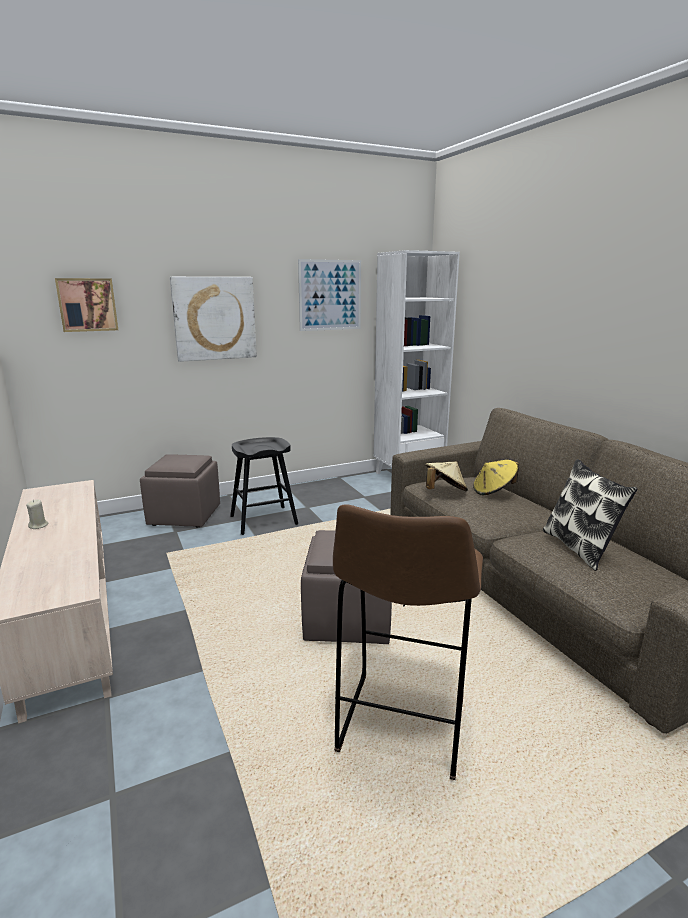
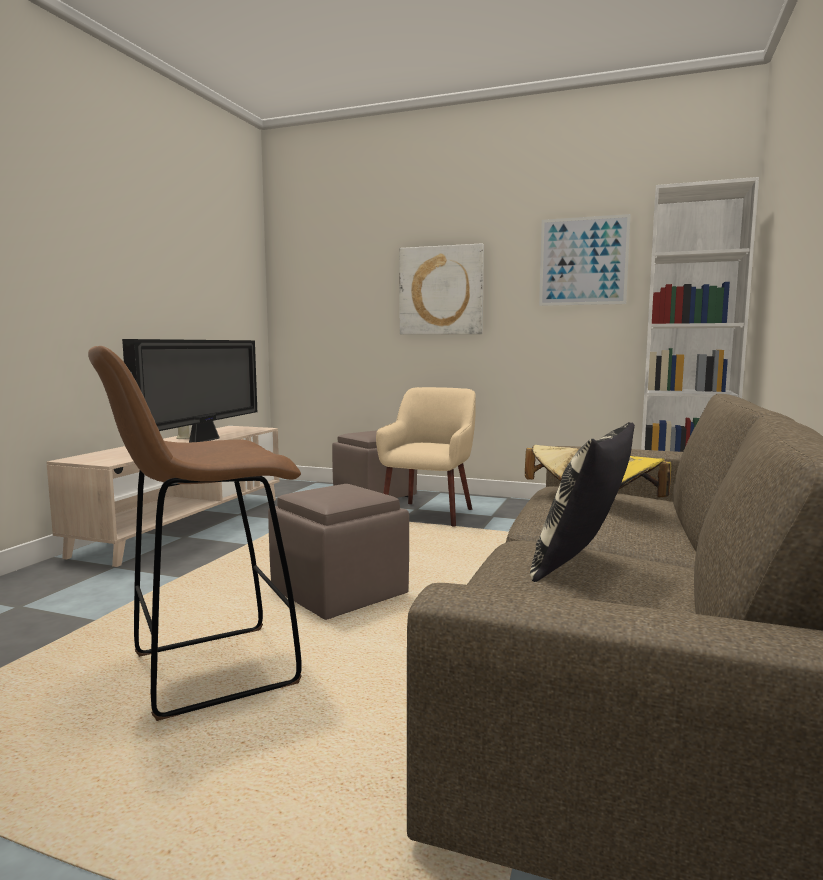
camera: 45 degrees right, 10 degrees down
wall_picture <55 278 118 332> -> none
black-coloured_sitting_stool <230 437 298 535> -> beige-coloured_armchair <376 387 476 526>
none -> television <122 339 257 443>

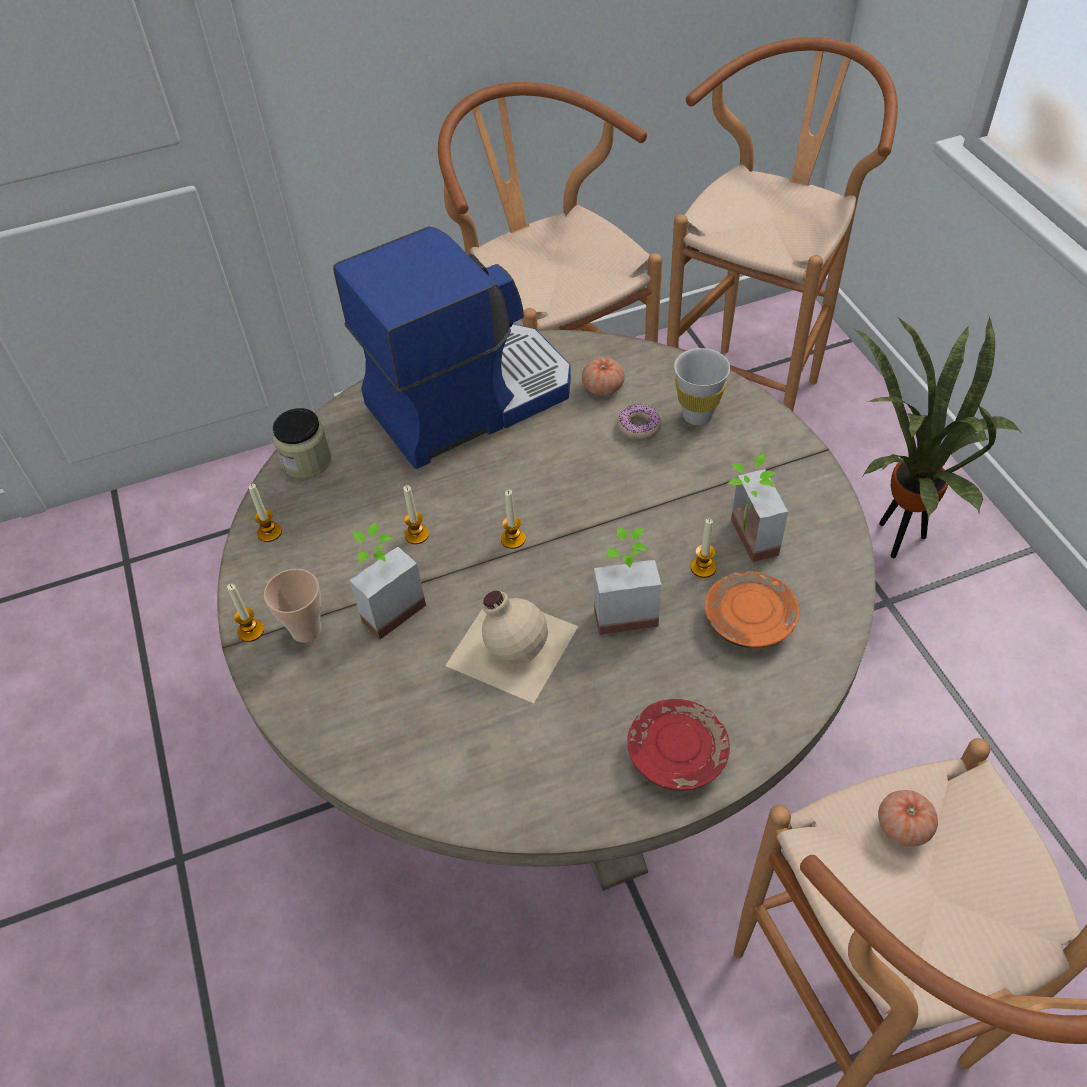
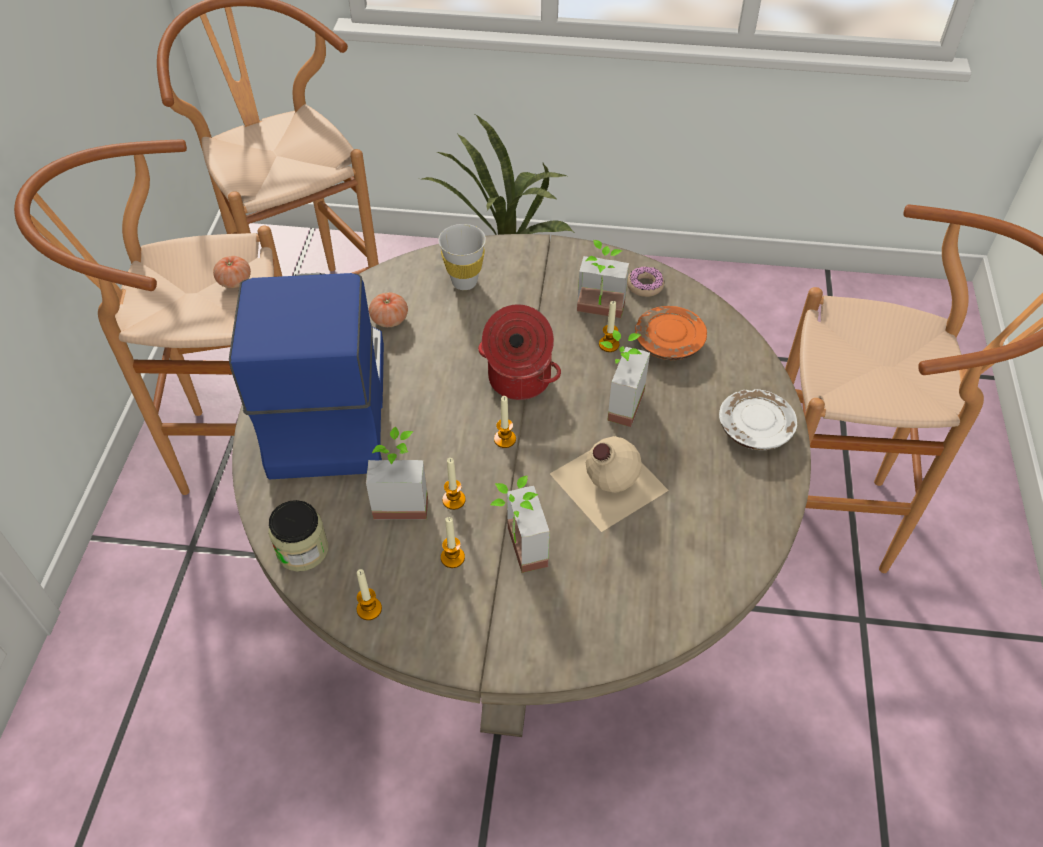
camera: 65 degrees left, 0 degrees up
ring_doughnut <617 404 662 440> -> ring_doughnut <627 267 664 297>, shifted
cup <264 569 322 643> -> none
wax_candle <227 584 264 642> -> wax_candle <441 517 465 568>, shifted
red-coloured_plate <627 699 730 791> -> white-coloured_plate <719 389 797 450>
tomato <878 790 938 847> -> tomato <213 256 251 288>, shifted
none -> cooking_pot <478 304 561 400>
none -> potted_plant <366 427 428 519>

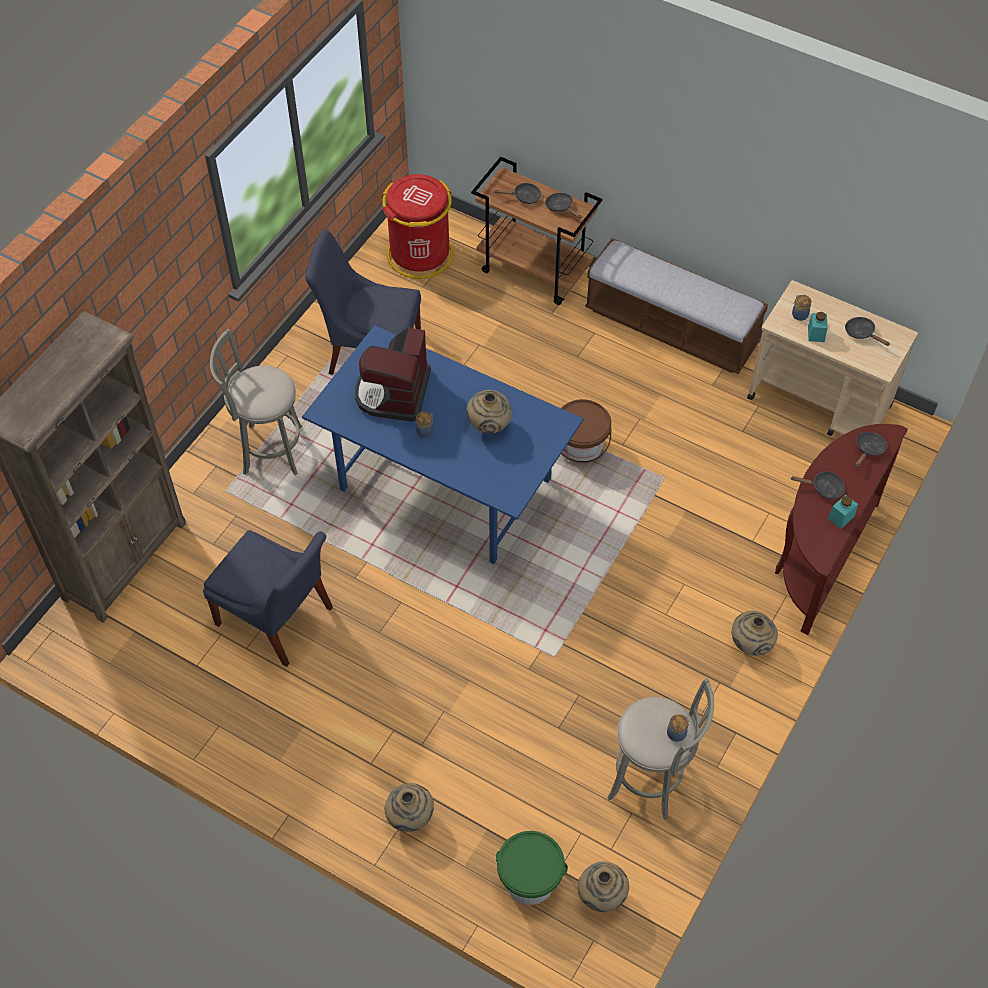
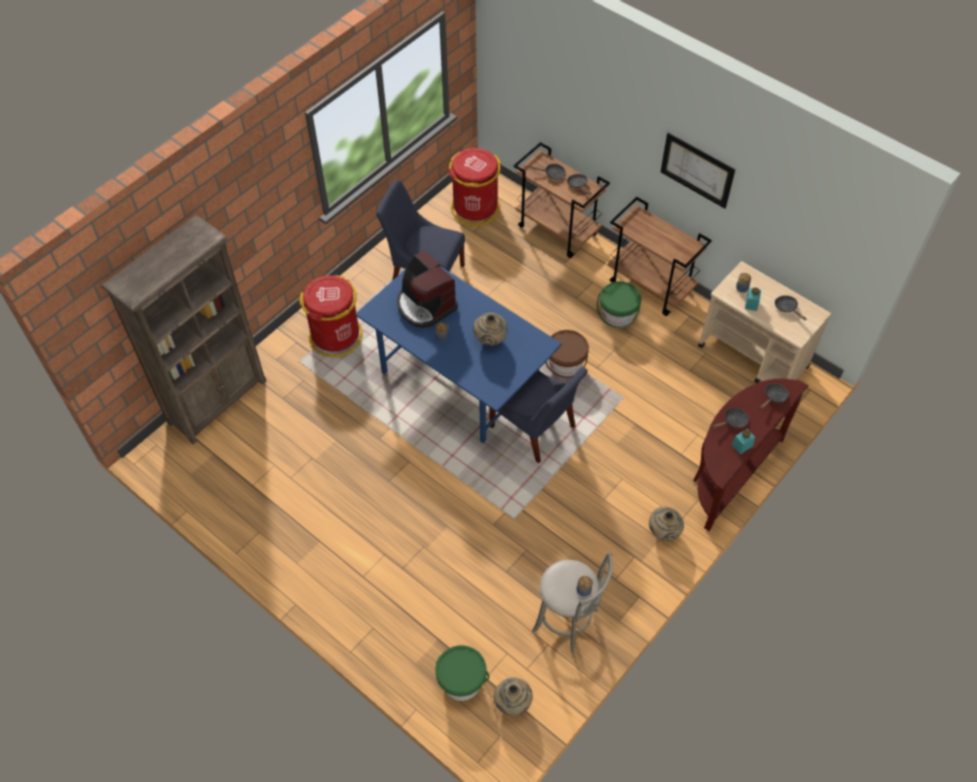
camera: 10 degrees right, 0 degrees up
long_seat <585 238 768 374> -> brown-coloured_cart <608 197 712 316>
coffee_machine <355 327 431 422> -> coffee_machine <397 250 458 328>, 60 degrees counterclockwise
grey_sitting_stool <210 328 302 475> -> red-coloured_rubbish_bin <299 275 363 357>
black-coloured_frying_pan <791 471 845 499> -> black-coloured_frying_pan <713 408 749 428>, 45 degrees counterclockwise
blue_upright_chair <203 530 333 667> -> blue_upright_chair <489 367 588 463>, shifted
beige-coloured_vase <385 783 434 832> -> none
none -> wall_picture <661 133 735 209>
none -> green-coloured_bucket <597 281 641 328>

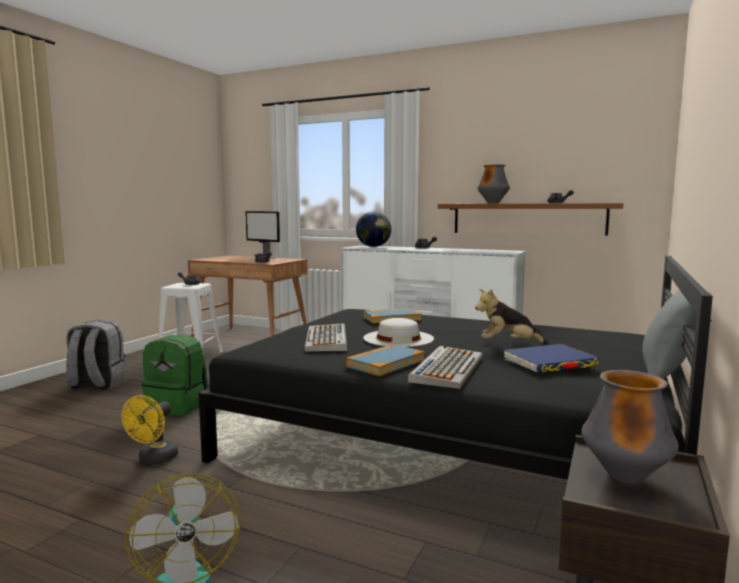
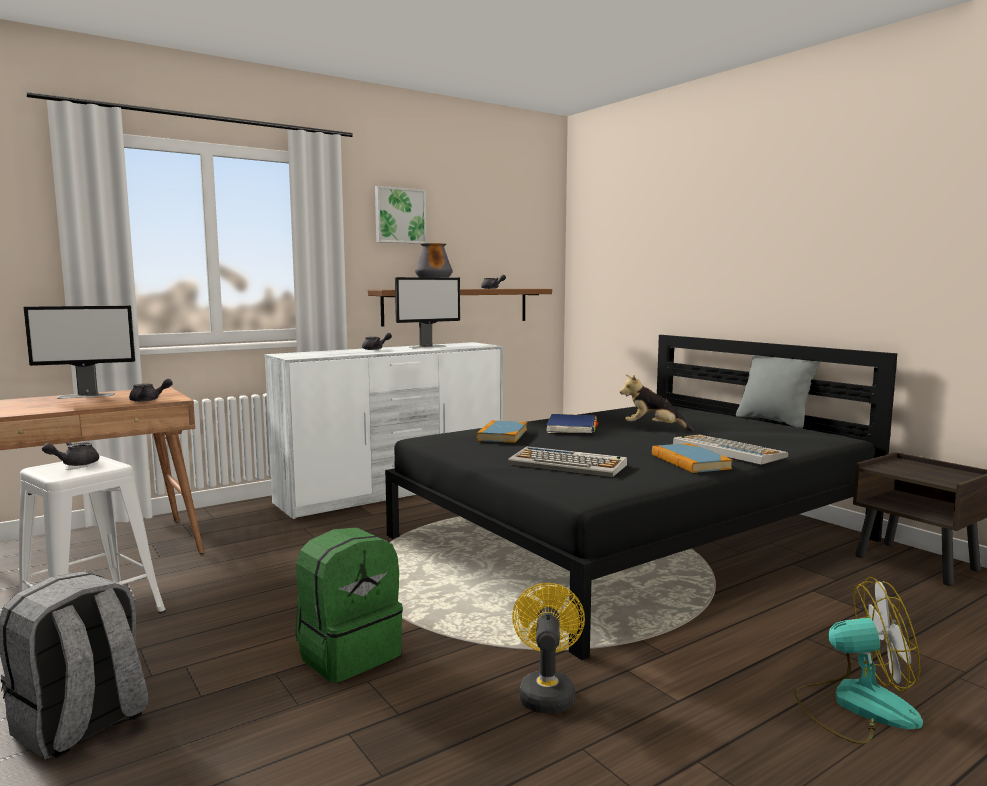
camera: 60 degrees left, 0 degrees up
world_globe <356 211 391 247> -> none
soft_toy <475 289 549 345> -> soft_toy <620 374 694 431>, 75 degrees clockwise
white-coloured_hat <363 318 434 347> -> none
blue_bound_book <504 344 600 373> -> blue_bound_book <546 414 598 433>, shifted
vase <581 370 679 484> -> none
yellow_cooling_fan <122 395 178 464> -> yellow_cooling_fan <512 583 585 713>, 135 degrees counterclockwise
none -> wall_picture <375 186 427 244>
none -> computer_display <395 277 460 349>

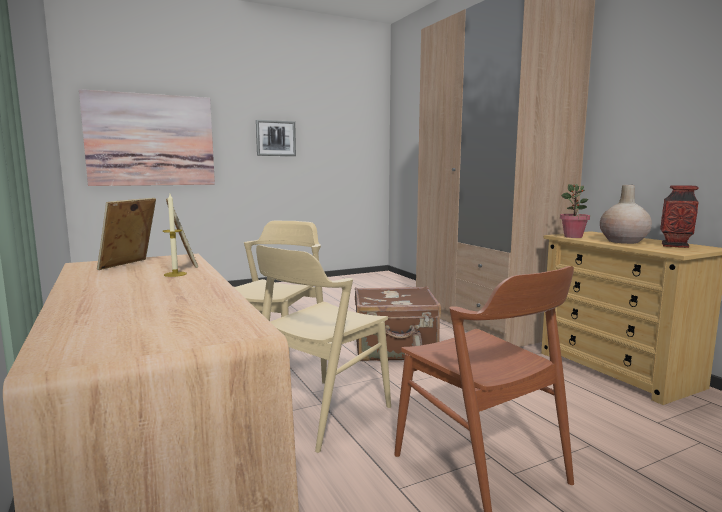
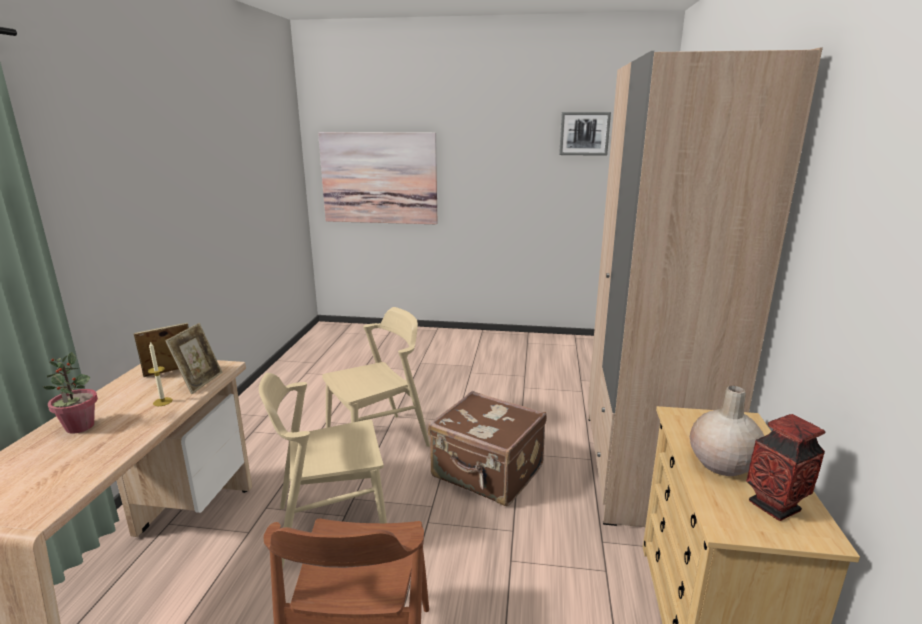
camera: 35 degrees right, 10 degrees up
wall_picture <256 120 296 156> -> wall_picture <559 112 611 156>, shifted
potted_plant <560 184 590 238> -> potted_plant <43 352 98 434>, shifted

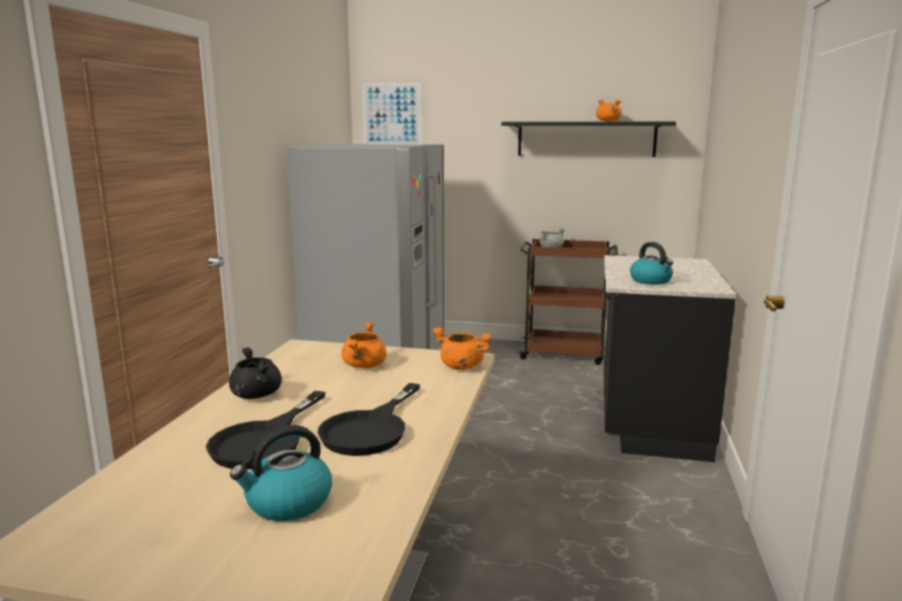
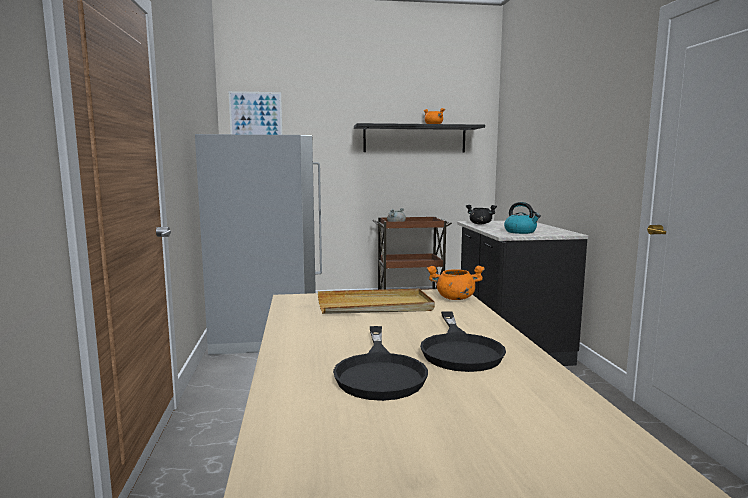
camera: 20 degrees left, 5 degrees down
orangey_cooking_pot <341 322 387 368> -> beige-coloured_tray <318 289 435 314>
black-coloured_cooking_pot <229 347 282 399> -> black-coloured_cooking_pot <466 205 497 224>, shifted
kettle <230 425 332 521> -> none

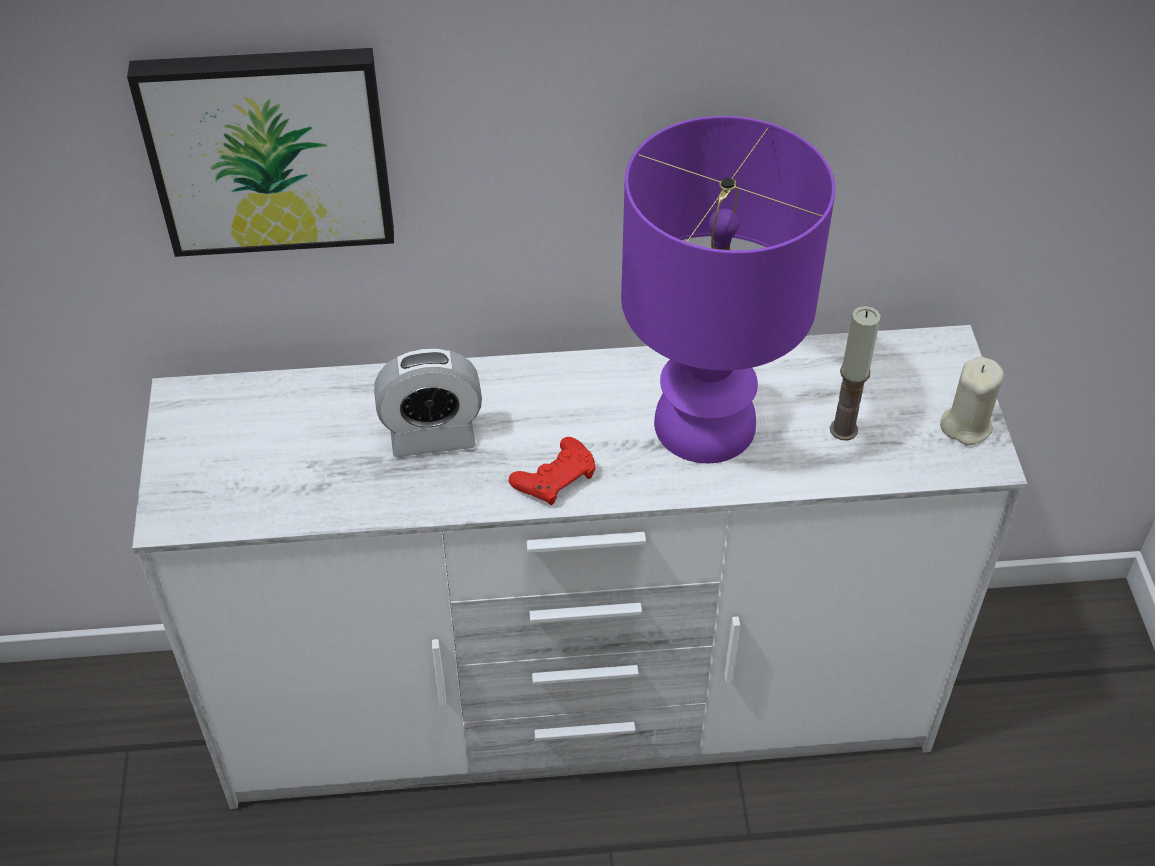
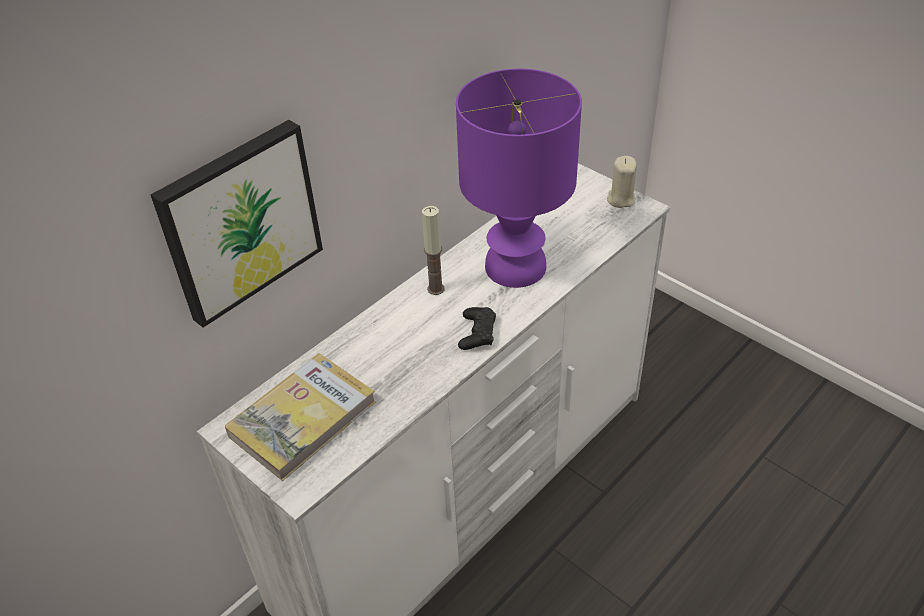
camera: 40 degrees left, 5 degrees down
wax_candle <830 306 880 441> -> wax_candle <422 206 444 295>, shifted
table_clock <374 348 482 457> -> none
red-coloured_joypad <509 437 596 506> -> black-coloured_joypad <458 307 496 350>
none -> bound_book <225 353 376 481>

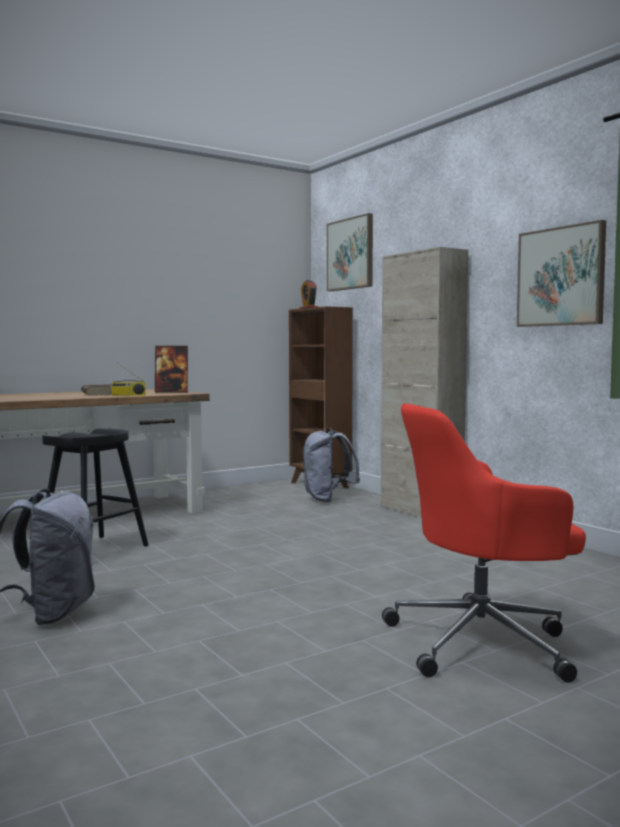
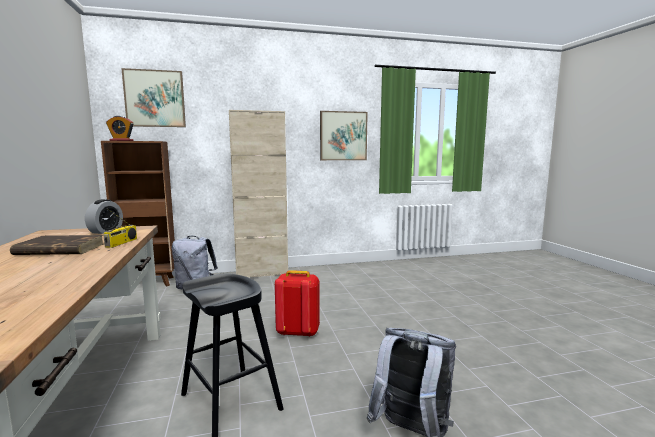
camera: 70 degrees left, 5 degrees up
photo_frame <155 346 188 392> -> table_clock <85 199 123 234>
red-coloured_desk_chair <382 403 586 683> -> none
none -> red-coloured_backpack <275 270 320 337>

